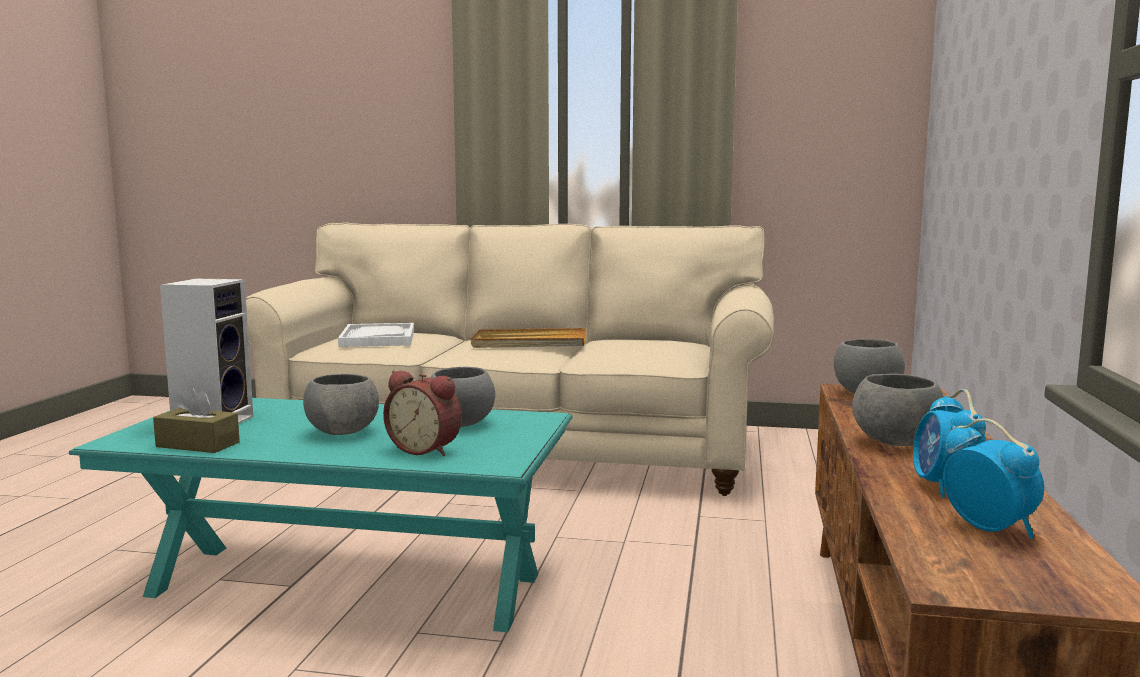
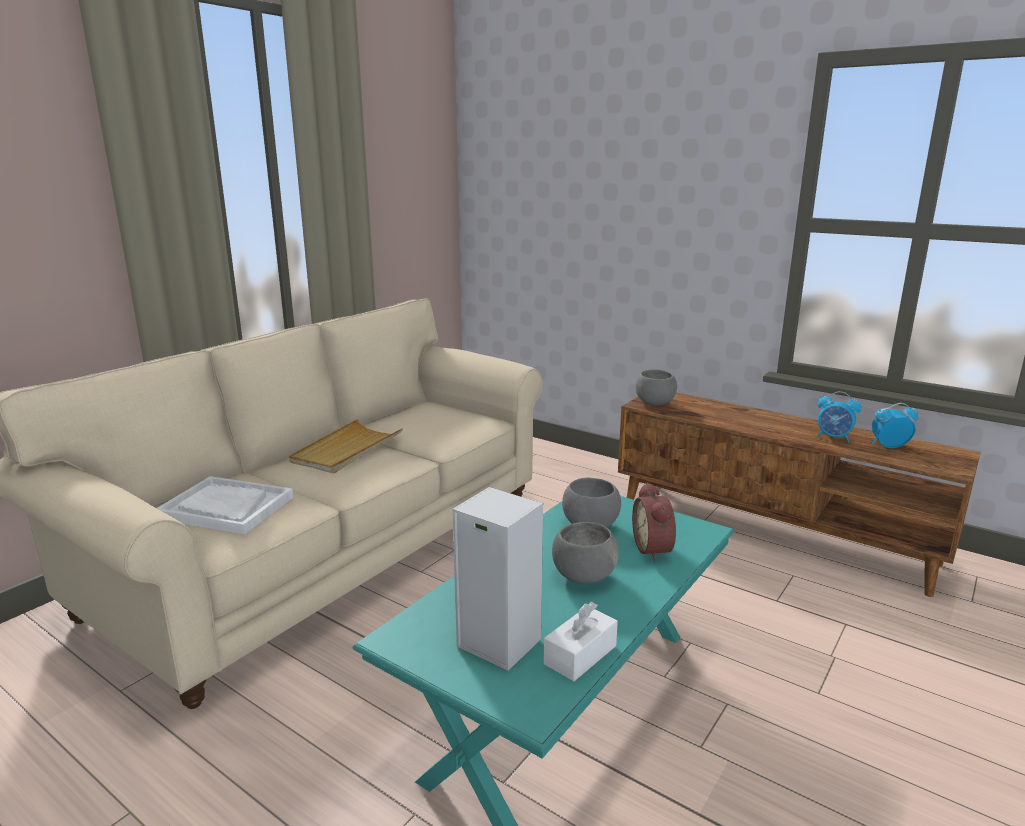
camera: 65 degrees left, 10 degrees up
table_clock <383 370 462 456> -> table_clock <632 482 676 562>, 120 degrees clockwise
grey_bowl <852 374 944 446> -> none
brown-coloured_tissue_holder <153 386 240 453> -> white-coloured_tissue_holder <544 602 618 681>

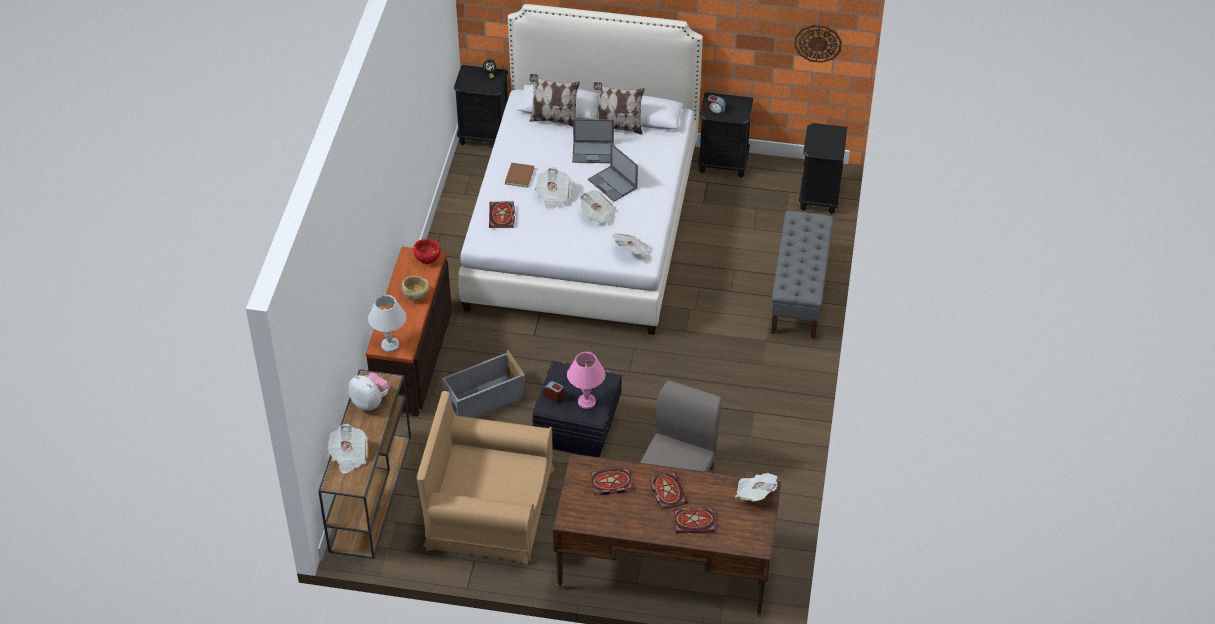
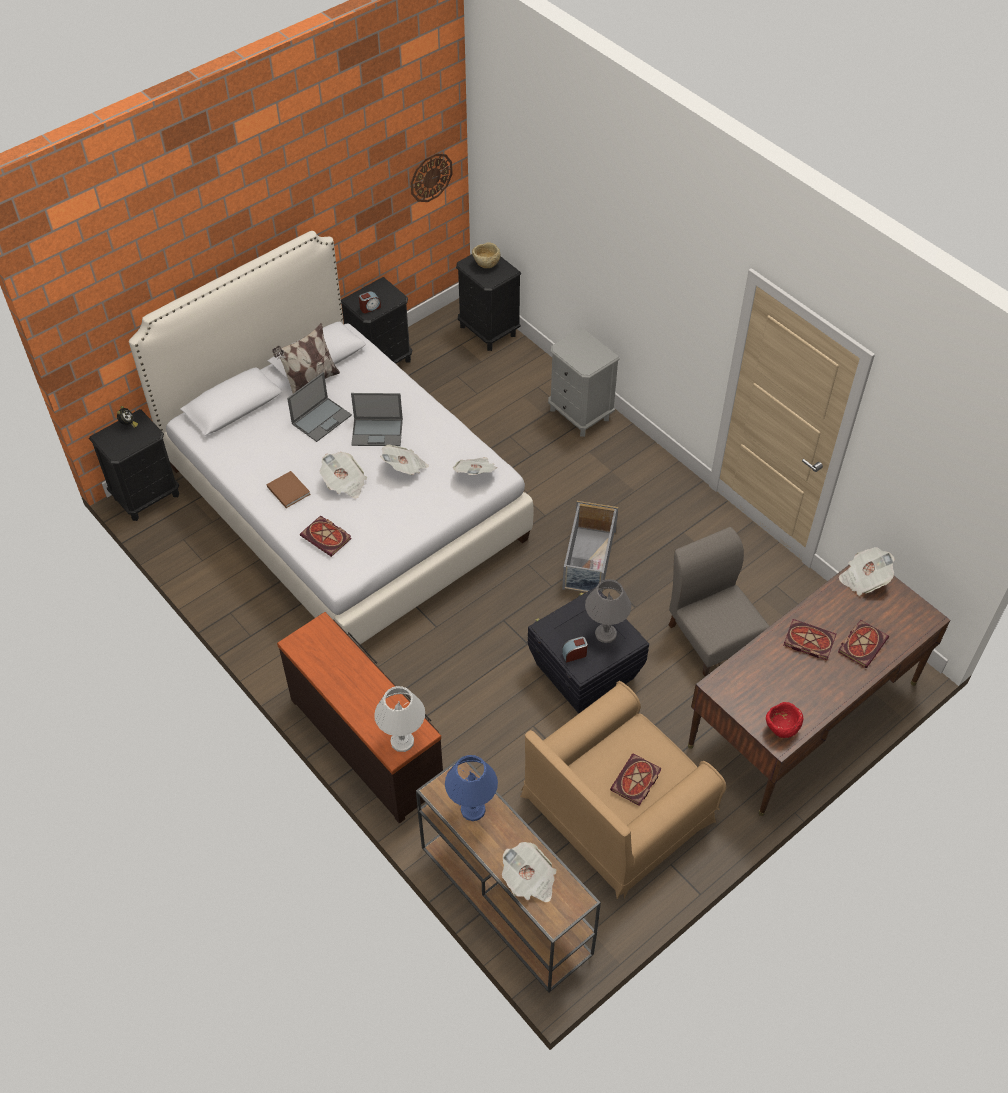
camera: 50 degrees left, 5 degrees up
throw_pillow <529 74 580 127> -> none
grey_long_seat <771 211 833 339> -> grey_night_table <548 328 620 437>
red-coloured_bowl <413 239 441 264> -> red-coloured_bowl <766 702 803 738>, shifted
beige-coloured_bowl <402 276 429 301> -> beige-coloured_bowl <472 242 500 268>, shifted
grey_storage_bin <442 350 526 418> -> grey_storage_bin <562 501 618 592>, shifted
pink-coloured_tabletop_lamp <567 352 606 409> -> grey_tabletop_lamp <585 579 631 643>
soft_toy <348 373 390 410> -> blue_tabletop_lamp <445 755 498 821>
bound_book <590 468 632 495> -> bound_book <610 754 661 806>, shifted

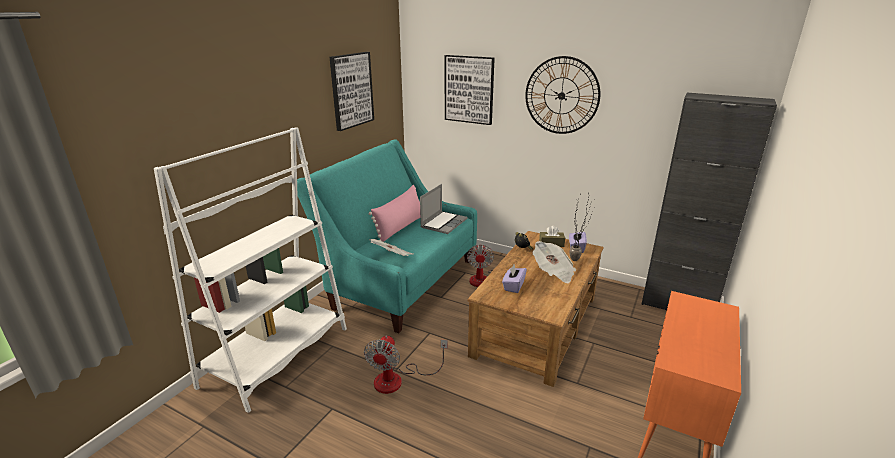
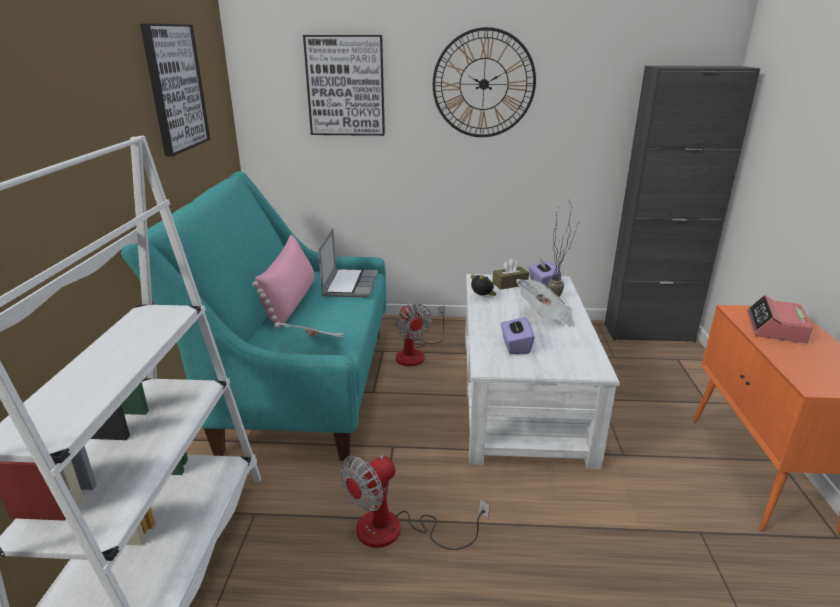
camera: 25 degrees left, 0 degrees up
brown-coloured_lounge_table <467 231 604 387> -> white-coloured_lounge_table <465 274 620 469>
cooling_fan <364 335 448 394> -> cooling_fan <340 456 490 550>, 60 degrees clockwise
none -> table_clock <747 295 813 344>

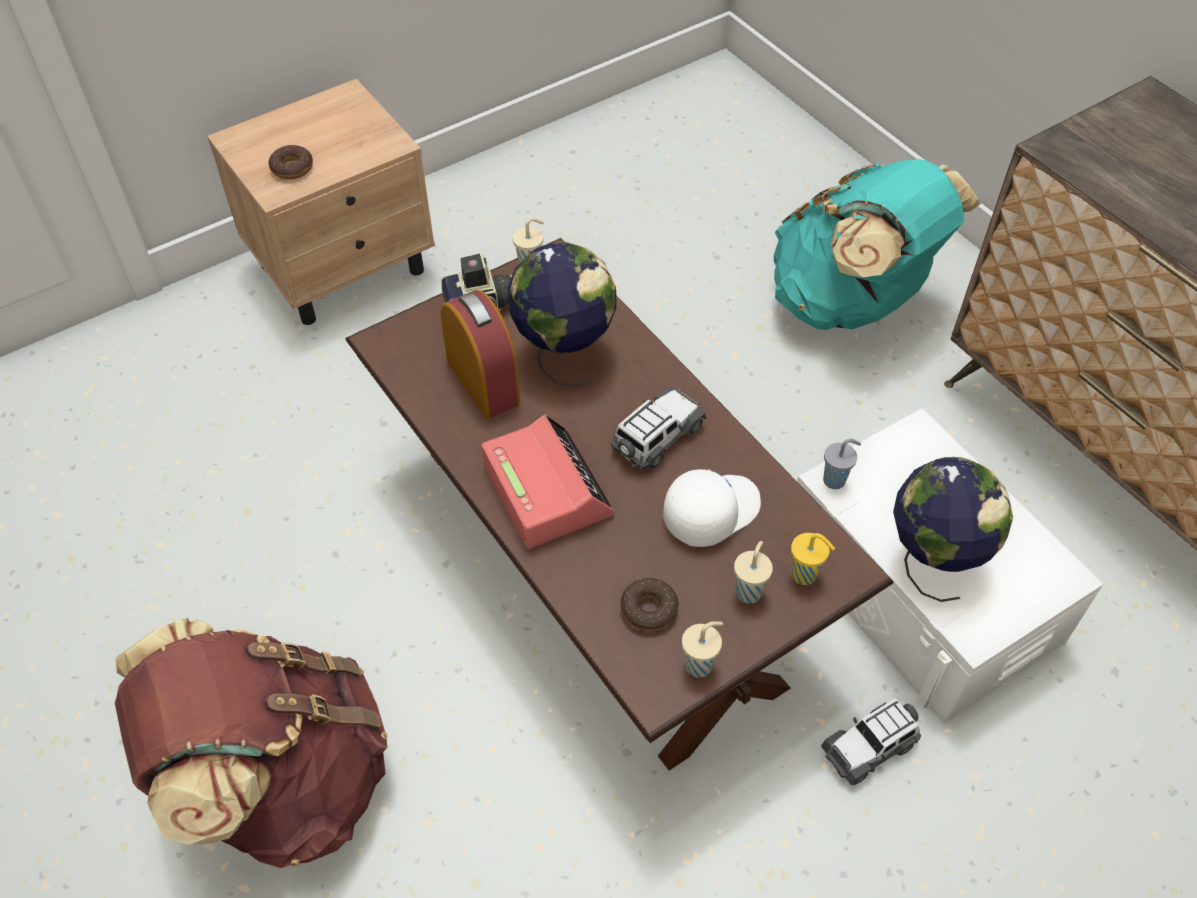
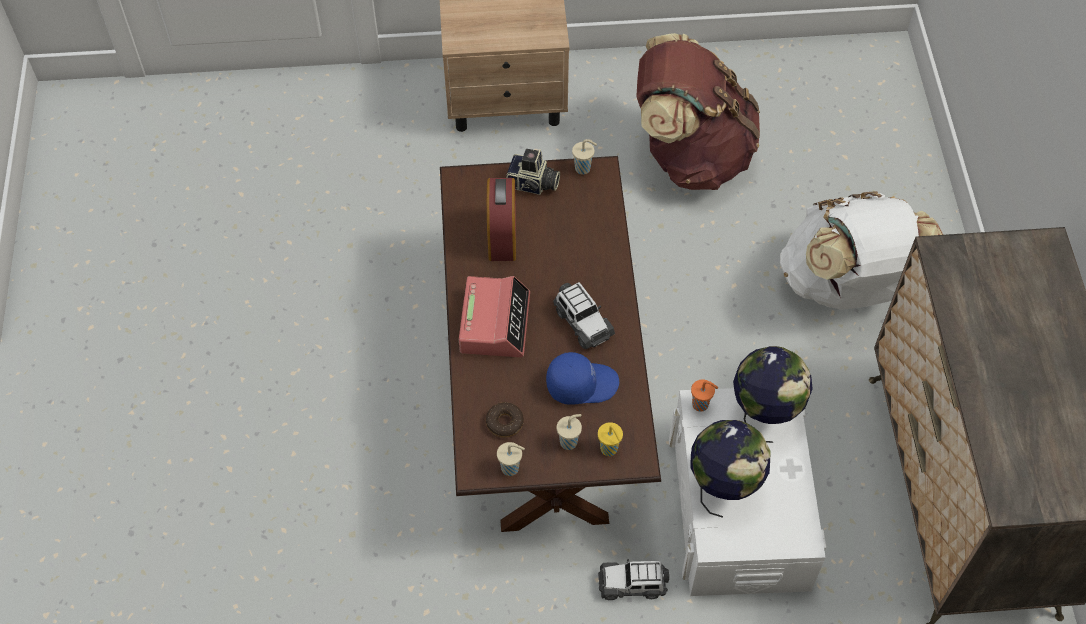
camera: 30 degrees right, 5 degrees up
ring_doughnut <269 144 313 179> -> none
blue-green_backpack <774 159 981 330> -> white-coloured_backpack <780 191 943 310>
world_globe <508 242 617 387> -> world_globe <733 346 813 443>, shifted
miniature_car <610 387 707 470> -> miniature_car <553 282 615 349>, 75 degrees clockwise
grey_cup <823 439 861 489> -> orangey_cup <691 379 718 412>
white-coloured_peaked_cap <663 469 761 547> -> blue_peaked_cap <546 352 619 405>
brown-coloured_backpack <115 618 388 868> -> brown-coloured_backpack <636 33 760 190>, shifted

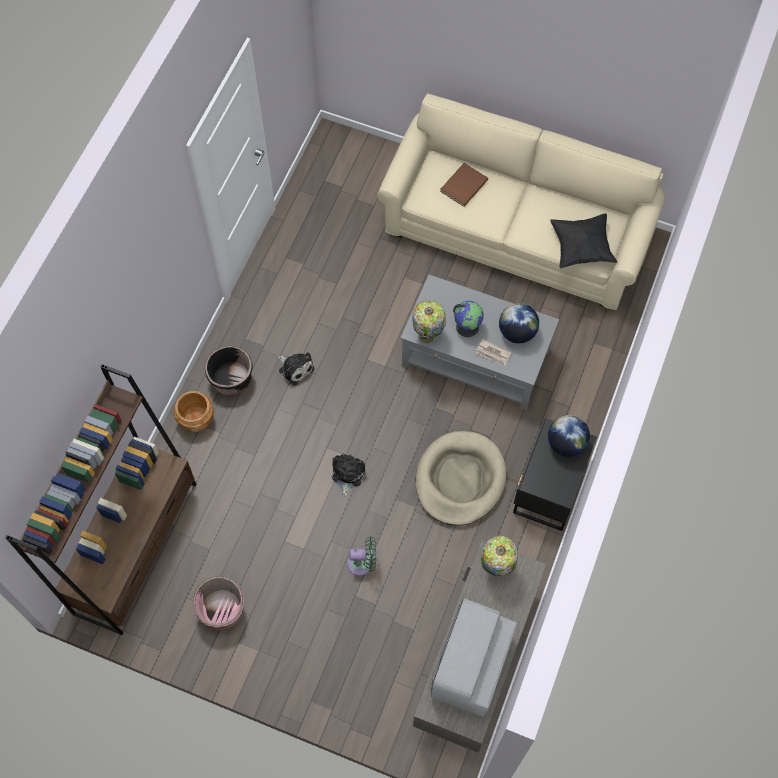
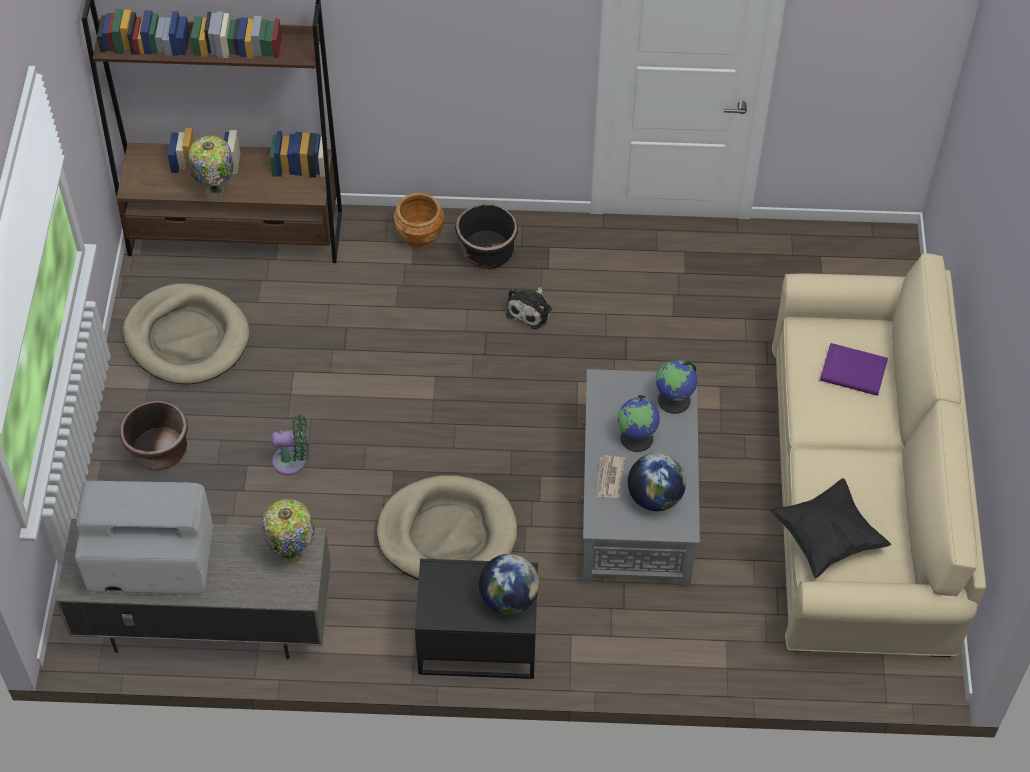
camera: 70 degrees right, 10 degrees down
brown-coloured_bound_book <440 163 488 207> -> purple-coloured_bound_book <820 343 888 396>
tabletop_lamp <412 300 446 343> -> tabletop_lamp <188 135 233 198>, shifted
soft_toy <332 454 365 497> -> none
green-coloured_cooling_fan <347 537 376 576> -> green-coloured_cooling_fan <272 415 309 475>, 75 degrees counterclockwise
pink-coloured_plant_pot <193 576 244 630> -> beige-coloured_pet_bed <123 283 249 384>
none -> world_globe <656 360 697 414>
none -> brown-coloured_plant_pot <120 401 188 471>

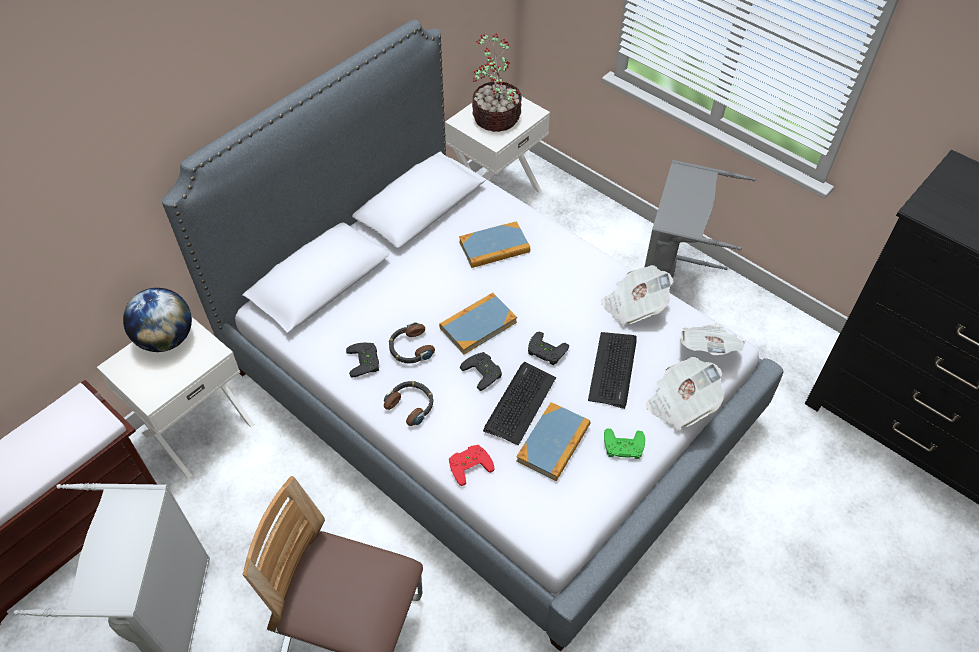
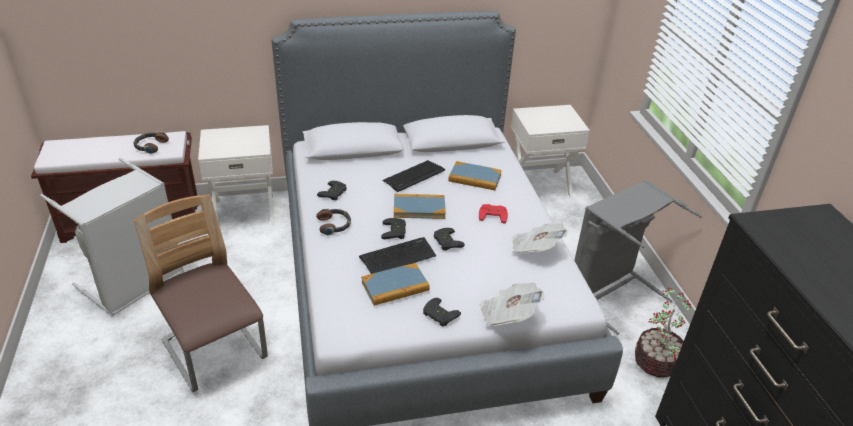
camera: 35 degrees right, 15 degrees down
potted_plant <472 33 522 132> -> potted_plant <635 288 691 378>, shifted
world_globe <123 288 192 352> -> none
headset <389 322 435 363> -> headset <133 132 169 154>, shifted
newspaper <681 324 745 355> -> none
keyboard <588 332 637 409> -> keyboard <382 160 445 192>, shifted
green-coloured_joypad <604 429 645 459> -> black-coloured_joypad <423 298 461 327>
red-coloured_joypad <449 445 495 486> -> red-coloured_joypad <479 204 508 223>, shifted

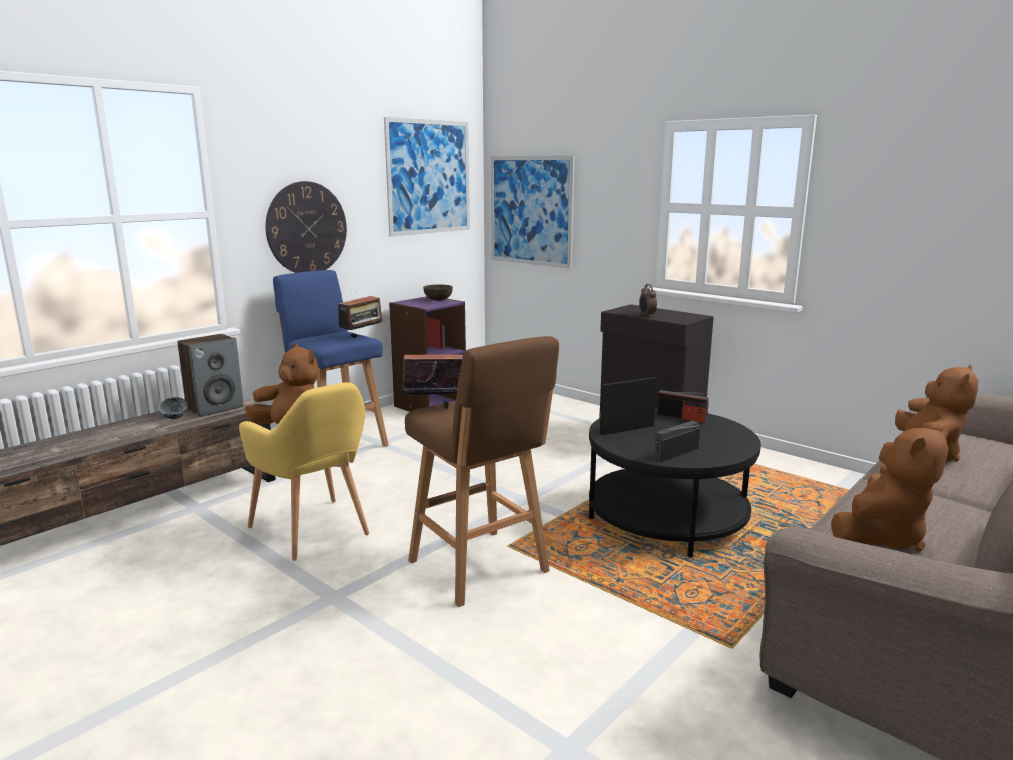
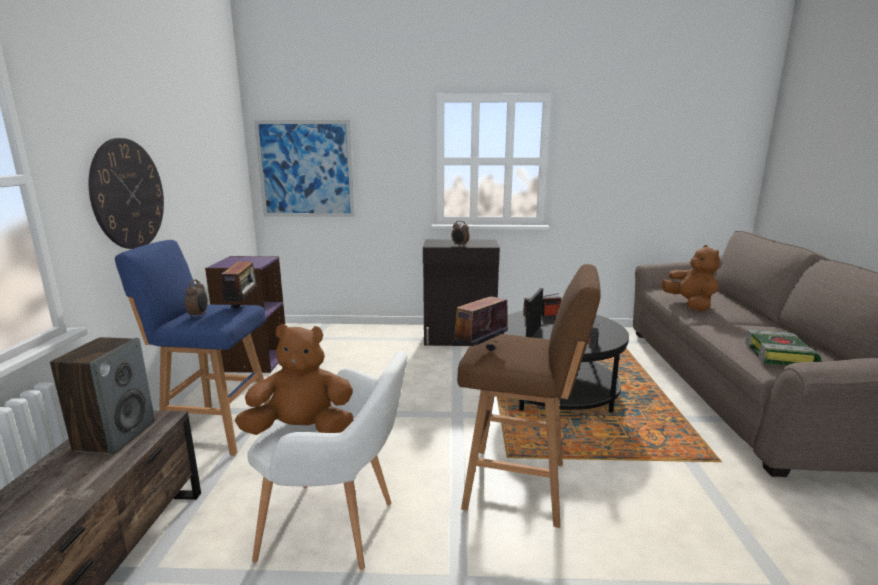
camera: 40 degrees left, 0 degrees up
wall_picture <384 117 470 237> -> none
brown-coloured_bowl <423 285 453 301> -> none
yellow_armchair <239 382 369 561> -> white-coloured_armchair <247 351 408 570>
grey_bowl <159 397 188 419> -> none
brown-coloured_soft_toy <832 427 949 552> -> bound_book <745 329 821 365>
none -> table_clock <185 279 208 318>

